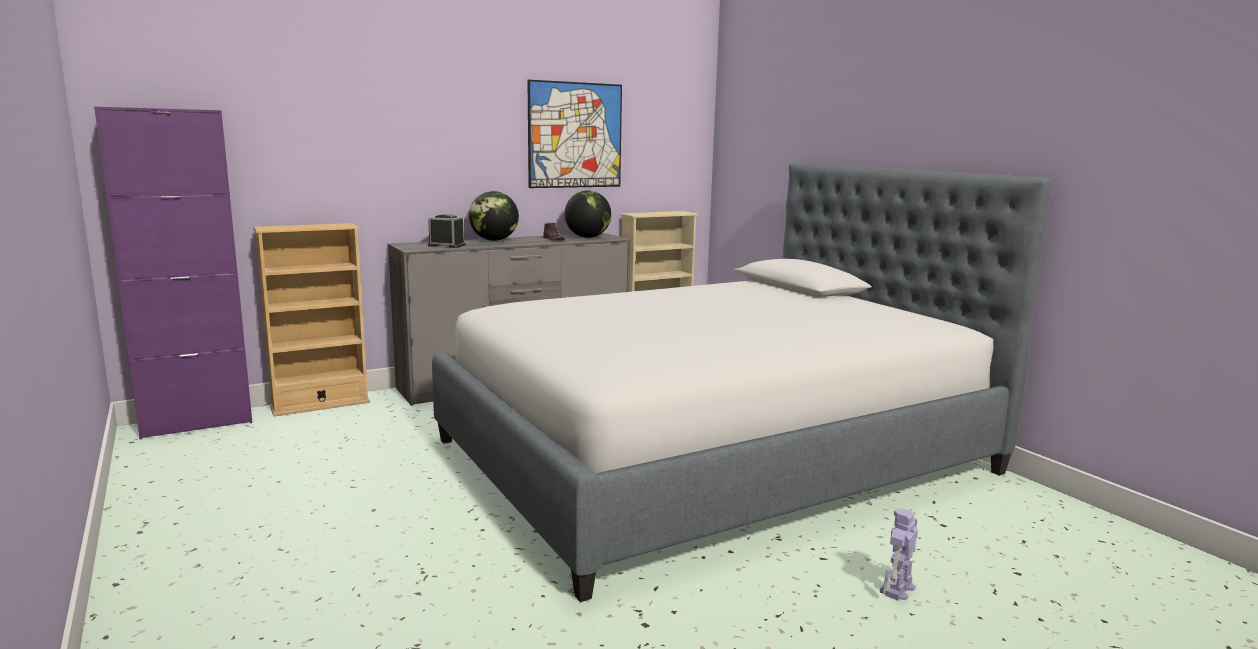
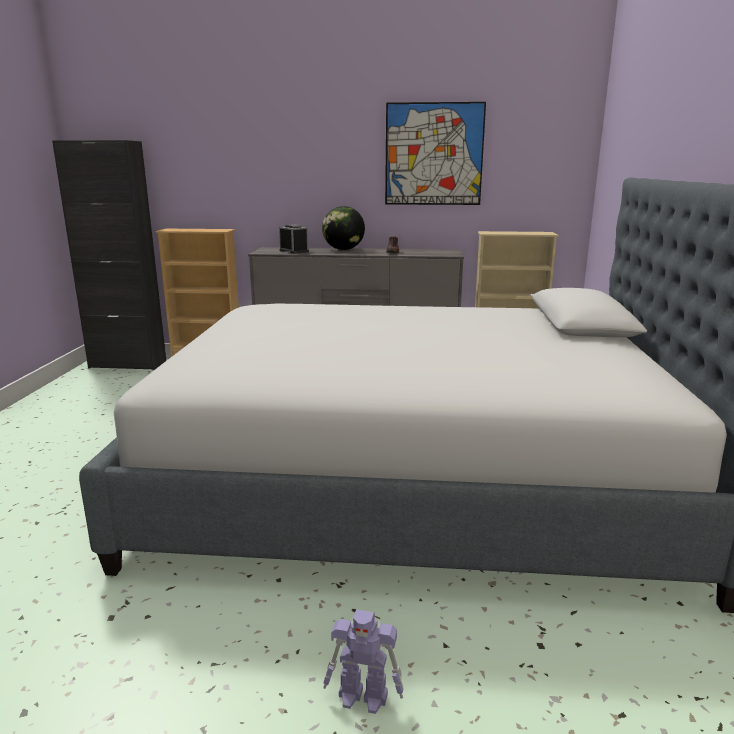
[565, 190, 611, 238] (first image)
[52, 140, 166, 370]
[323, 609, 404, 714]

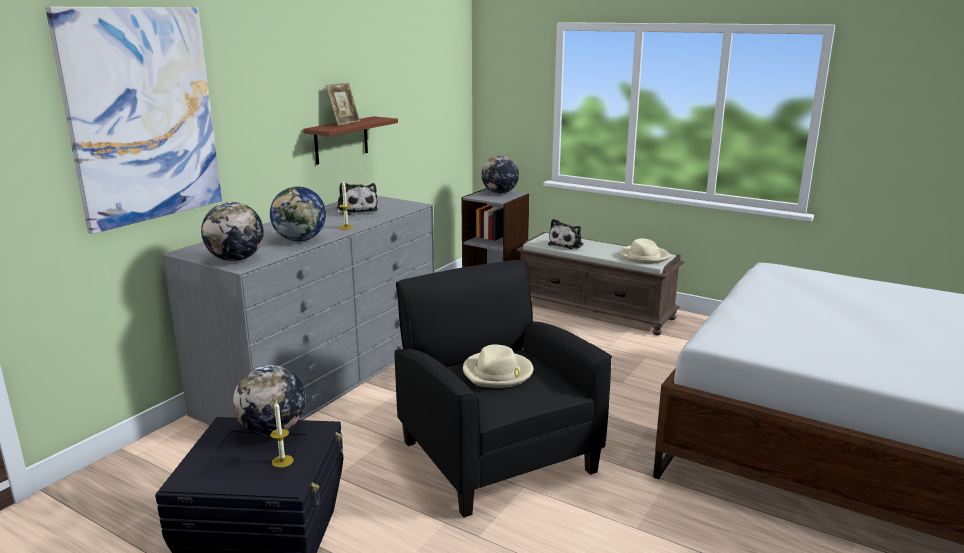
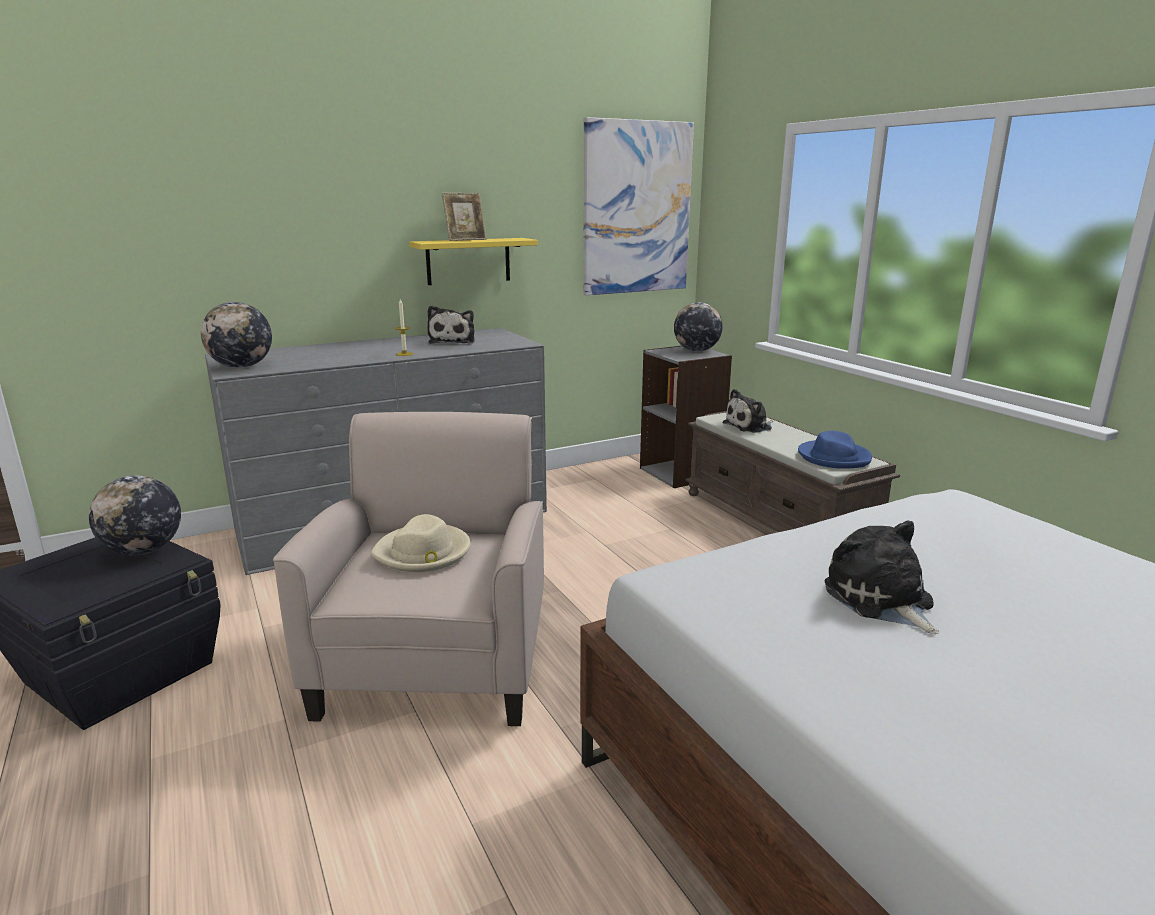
[270, 186, 326, 241] (first image)
[270, 402, 293, 468] (first image)
[825, 520, 939, 634]
[583, 117, 694, 295]
[409, 238, 538, 285]
[273, 412, 544, 726]
[798, 431, 872, 469]

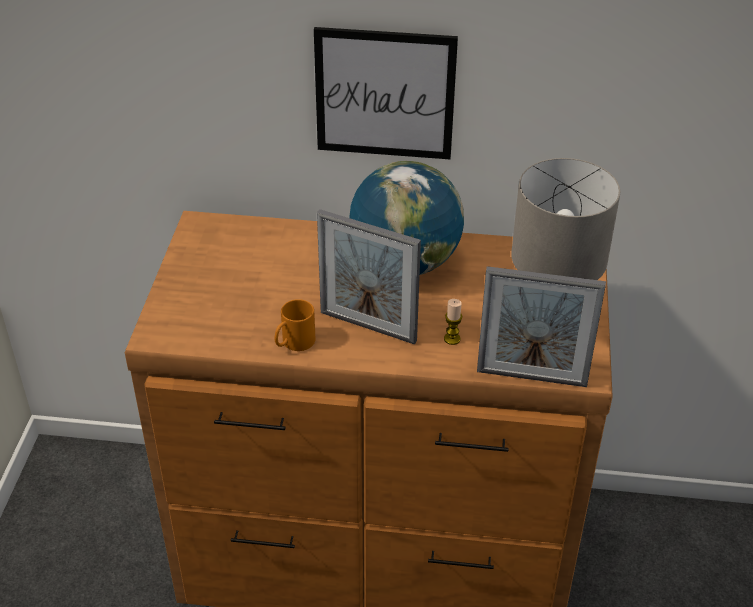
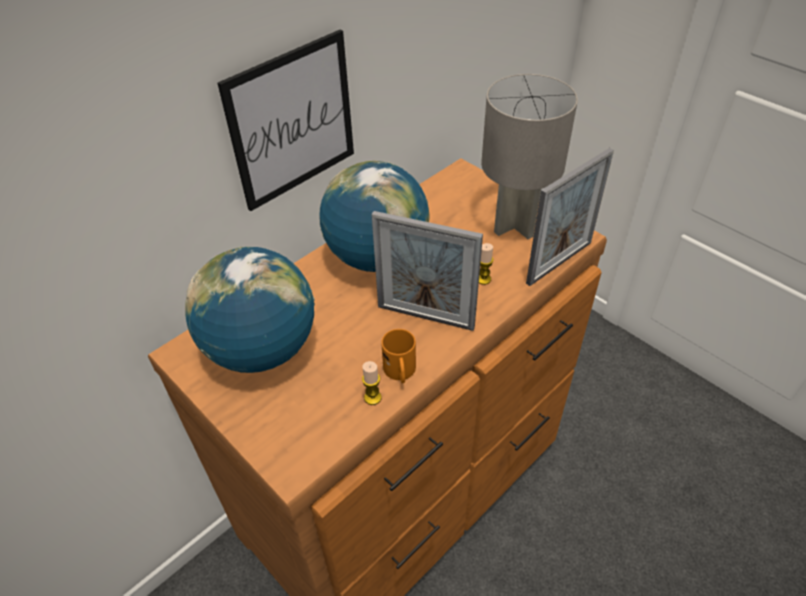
[185, 247, 315, 373]
[362, 361, 382, 405]
[371, 211, 483, 331]

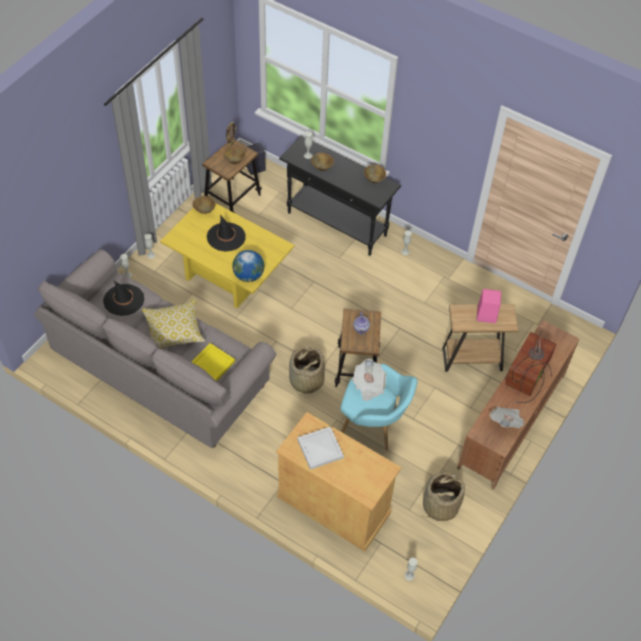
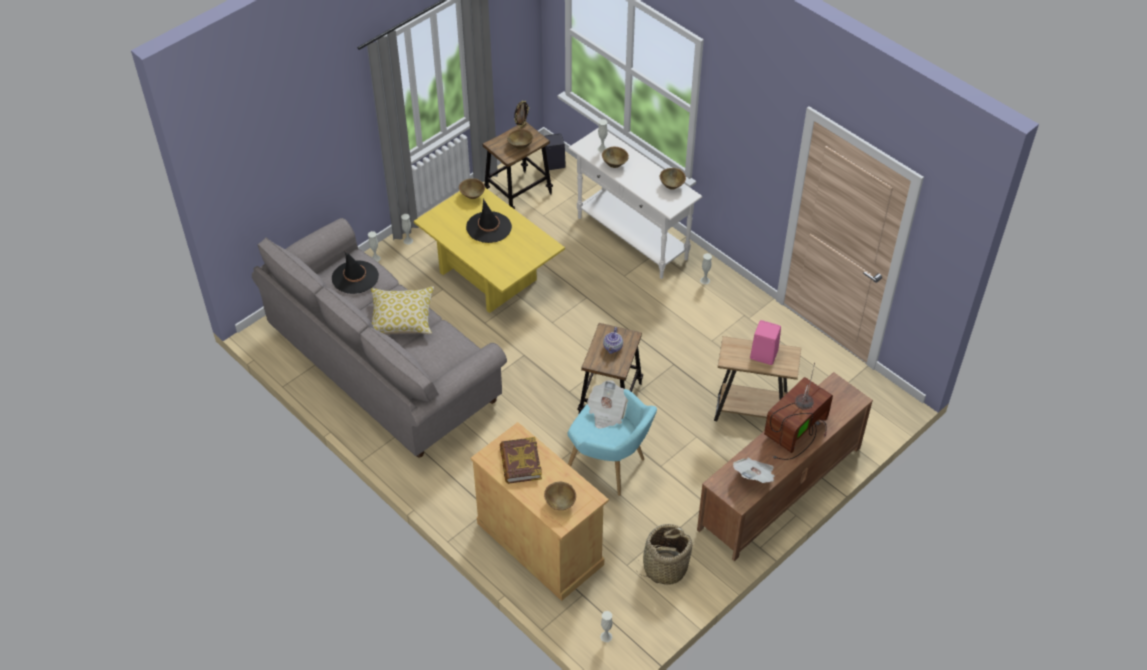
[192, 343, 235, 381] (first image)
[232, 250, 264, 282] (first image)
[289, 346, 325, 396] (first image)
[544, 482, 576, 510]
[500, 437, 542, 484]
[568, 128, 703, 279]

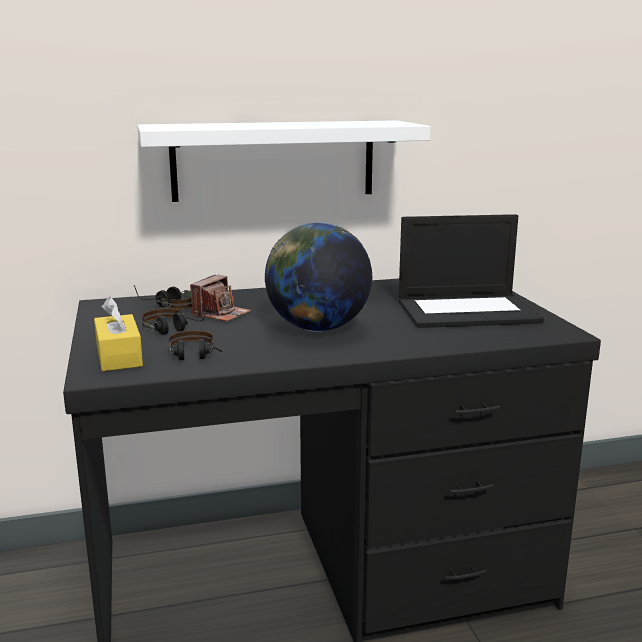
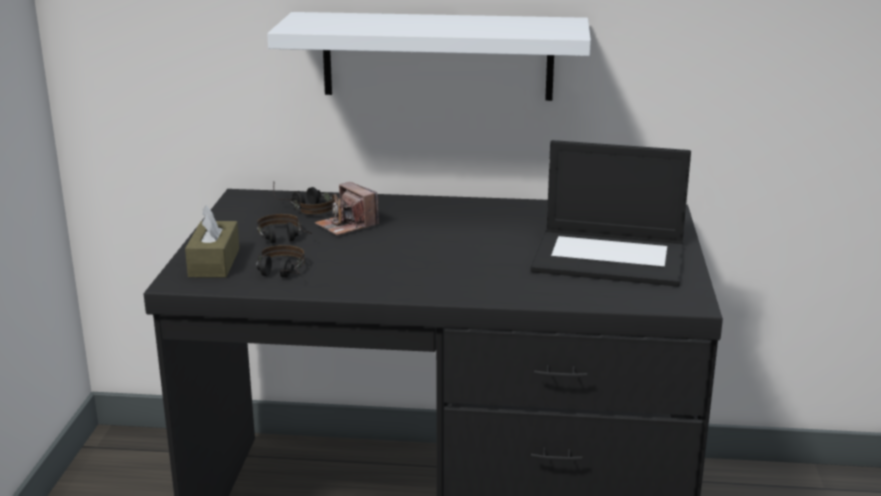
[265, 222, 372, 332] (first image)
[185, 205, 240, 278]
[315, 182, 379, 236]

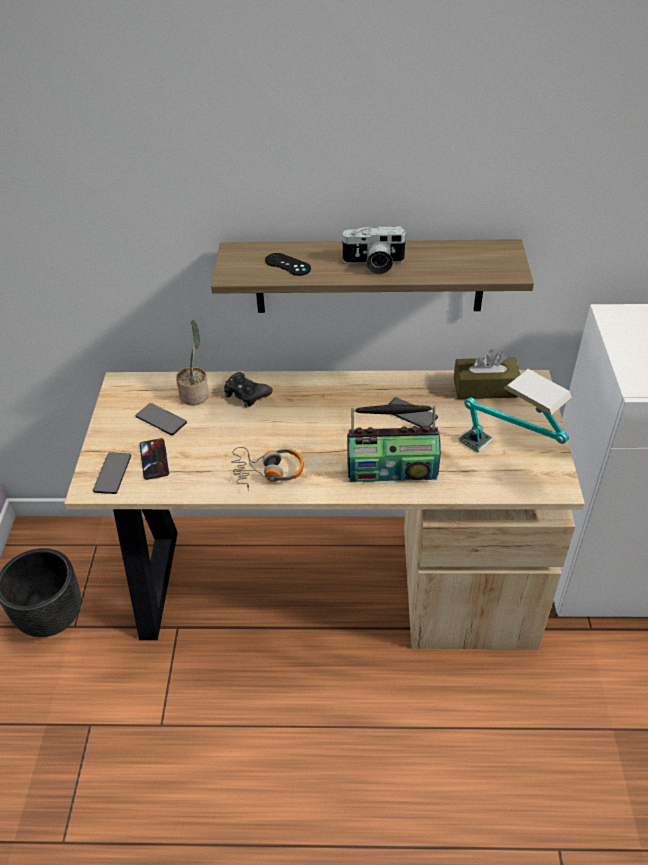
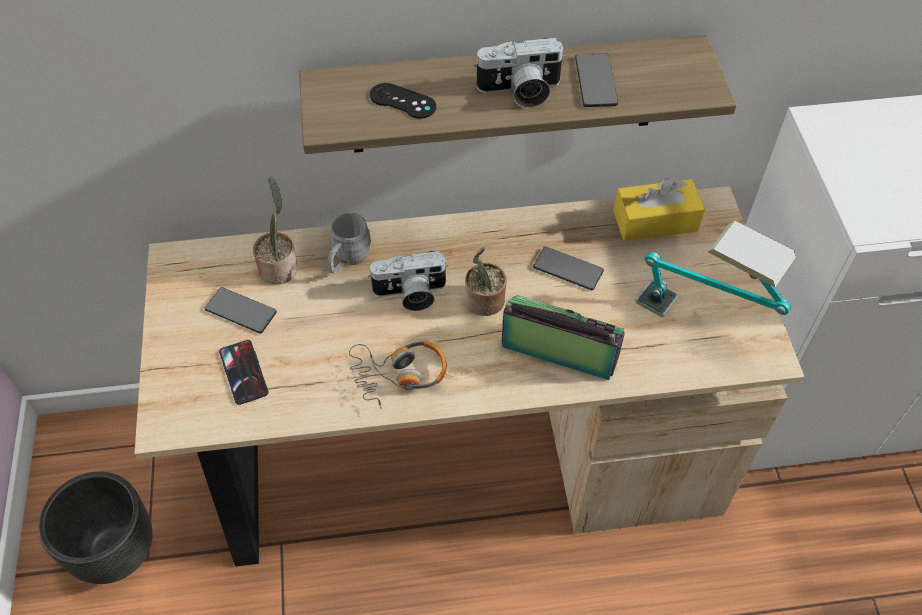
[368, 251, 448, 311]
[465, 247, 507, 316]
[575, 53, 618, 107]
[328, 213, 371, 274]
[613, 178, 705, 241]
[502, 295, 625, 380]

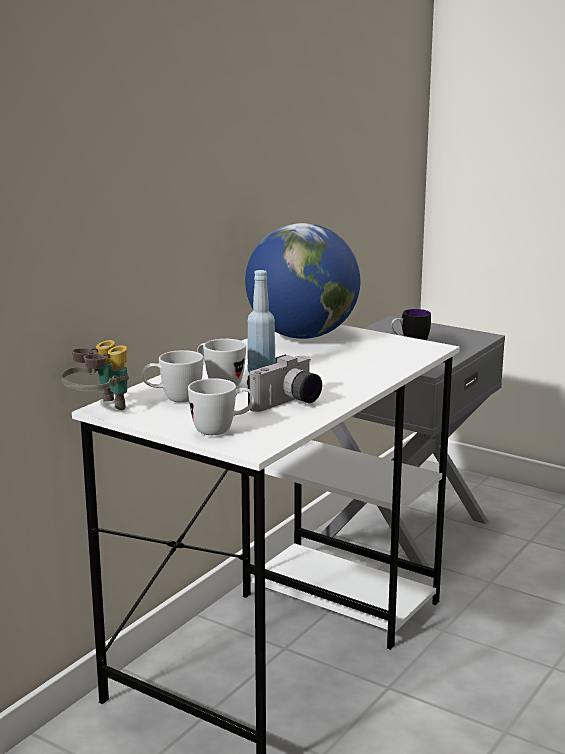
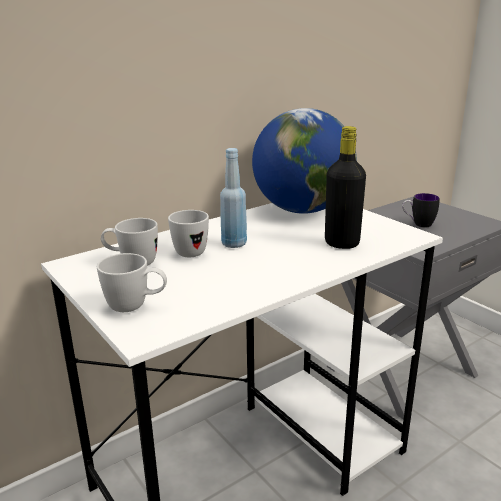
[61, 340, 129, 410] (first image)
[247, 355, 322, 412] (first image)
[325, 126, 366, 249]

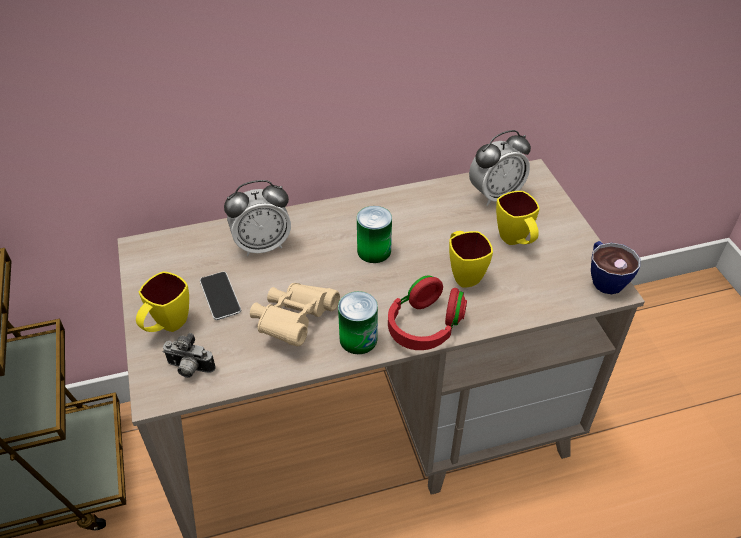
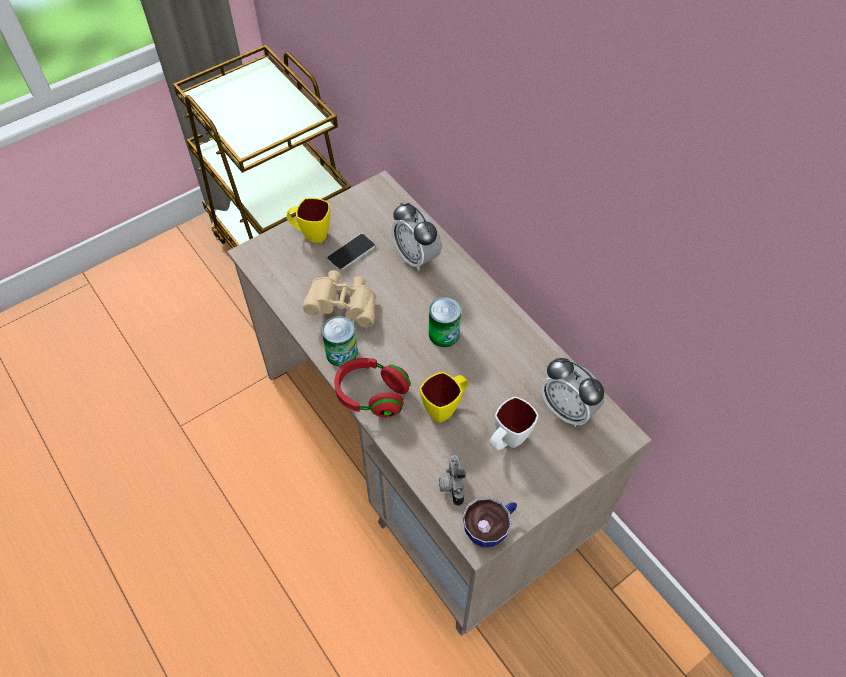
[439, 455, 466, 506]
[489, 397, 539, 450]

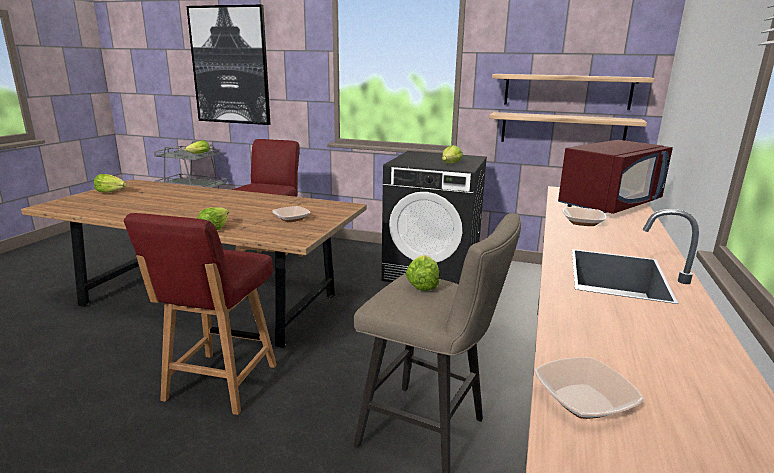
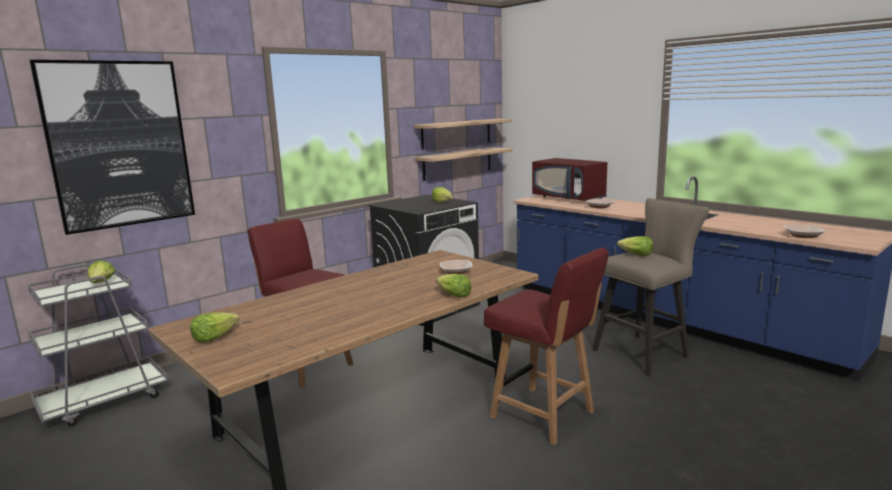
[532, 158, 607, 201]

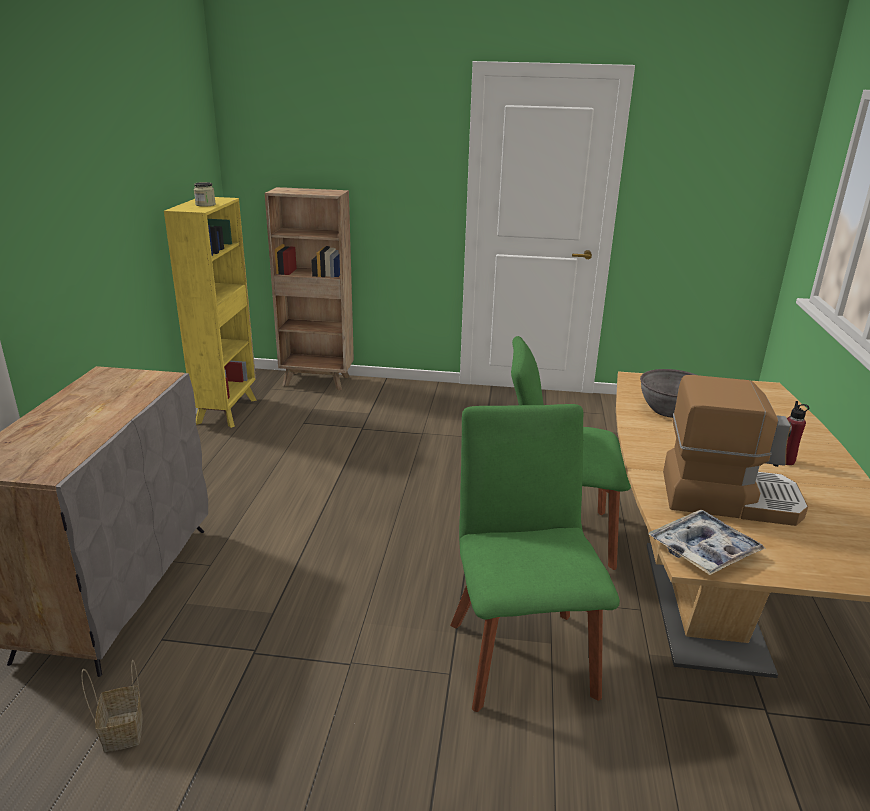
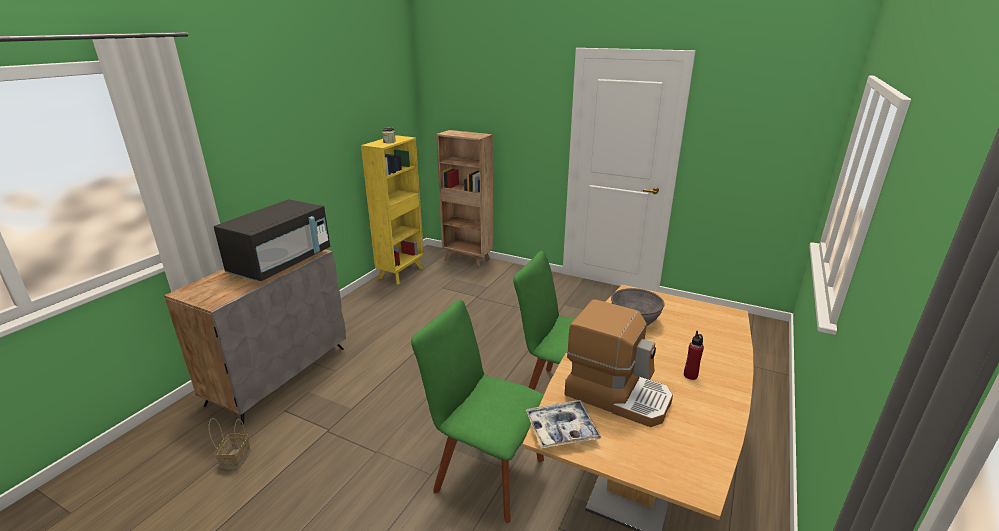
[214, 199, 330, 281]
[411, 299, 544, 523]

